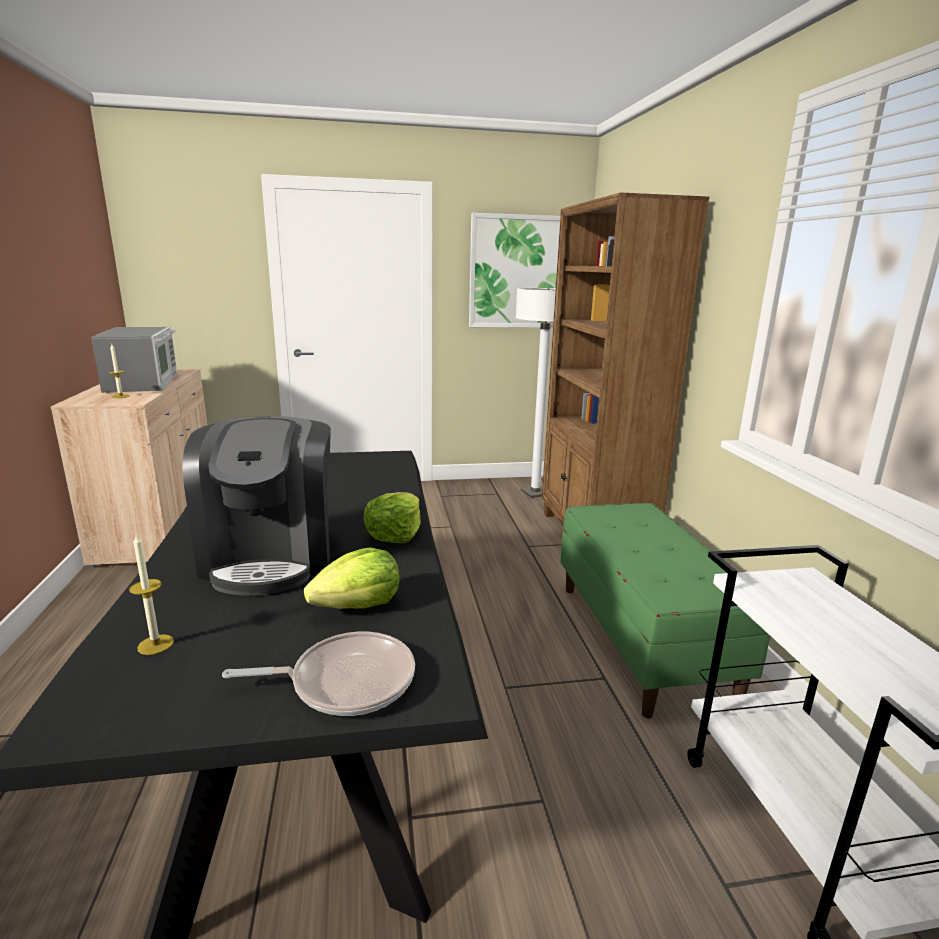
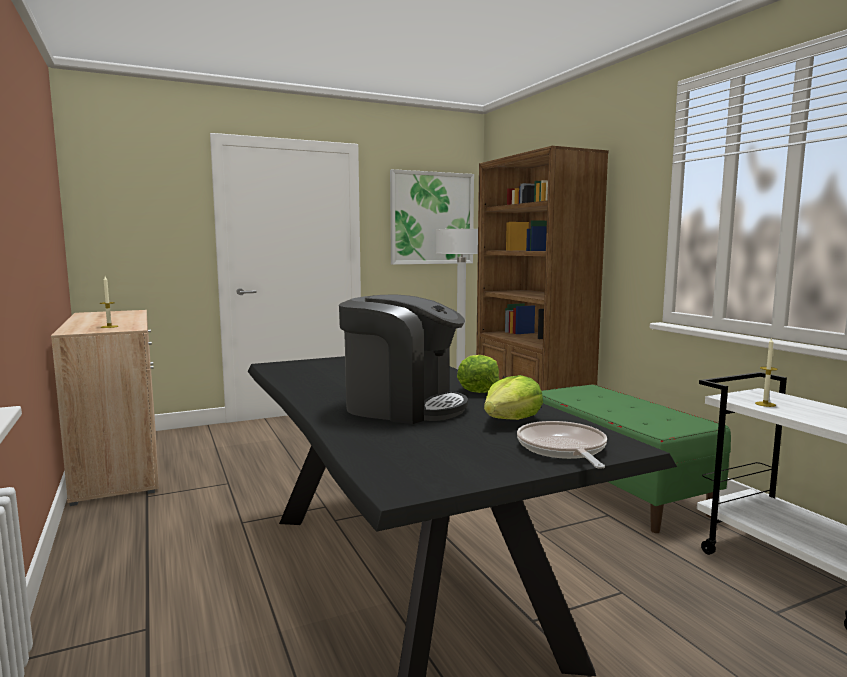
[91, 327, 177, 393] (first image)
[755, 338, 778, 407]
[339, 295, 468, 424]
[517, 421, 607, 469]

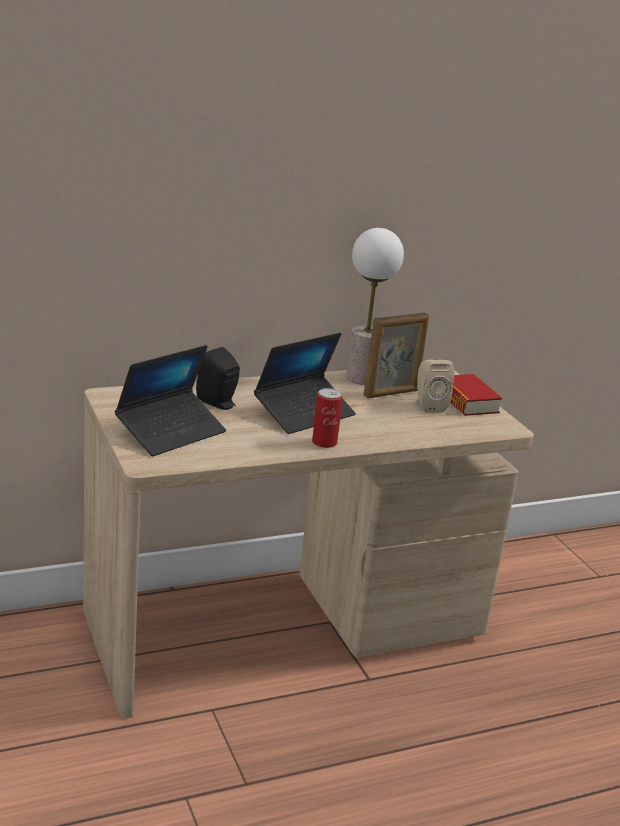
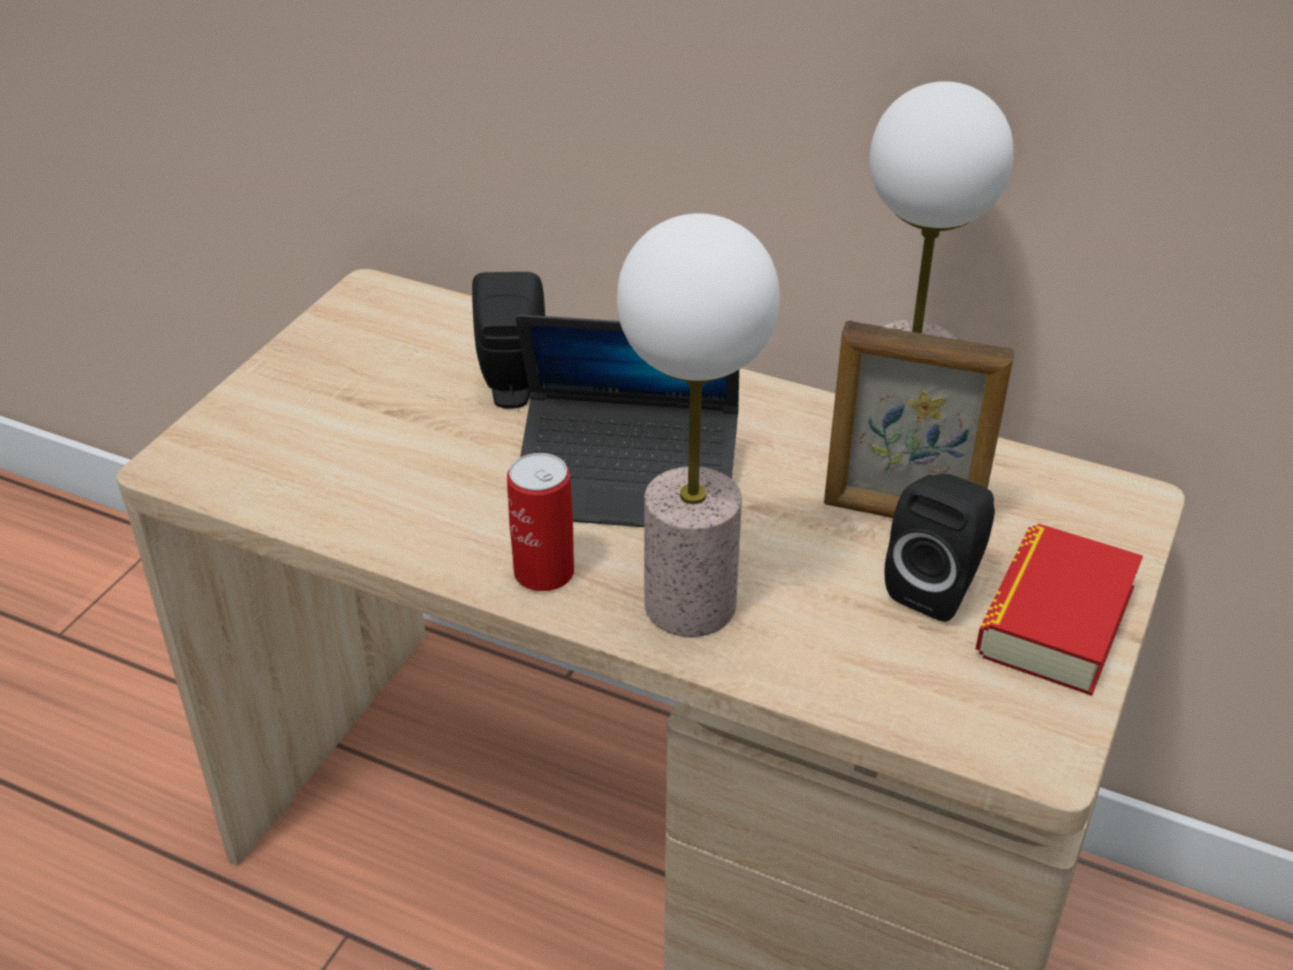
[115, 345, 226, 456] (first image)
[617, 213, 780, 637]
[884, 474, 995, 622]

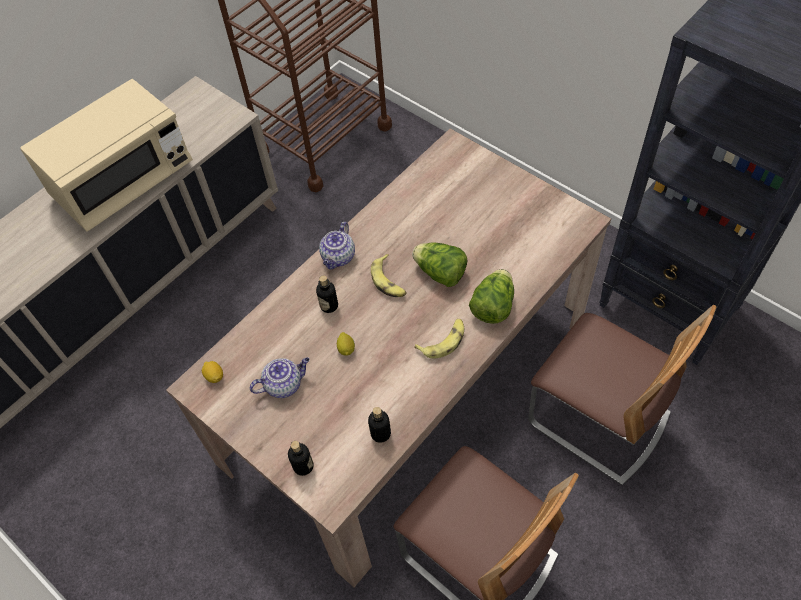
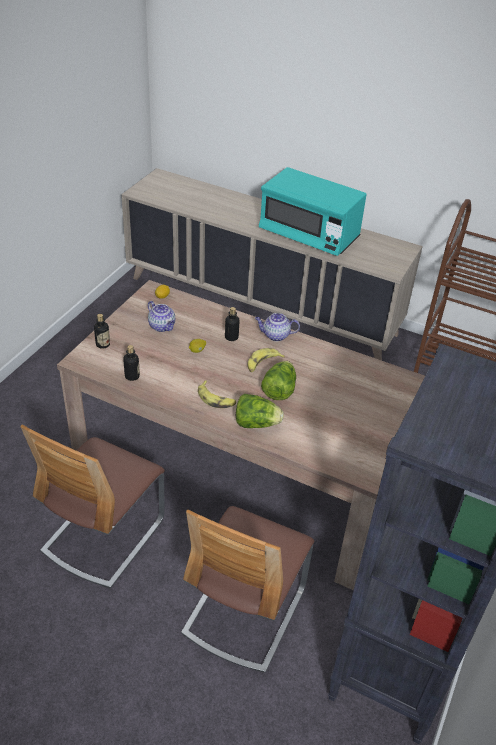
[259, 167, 367, 256]

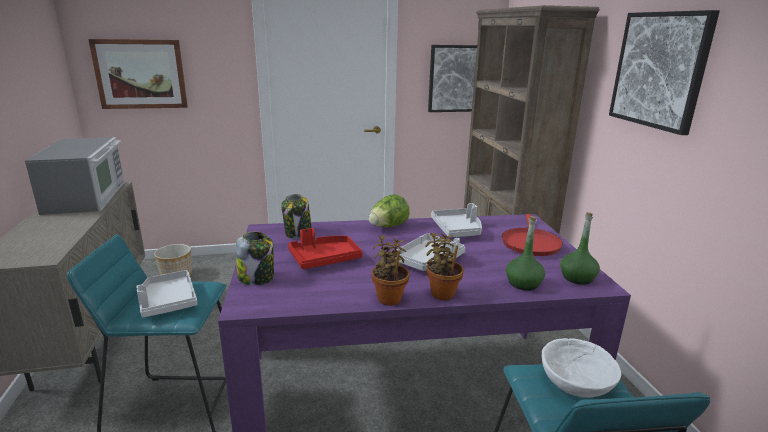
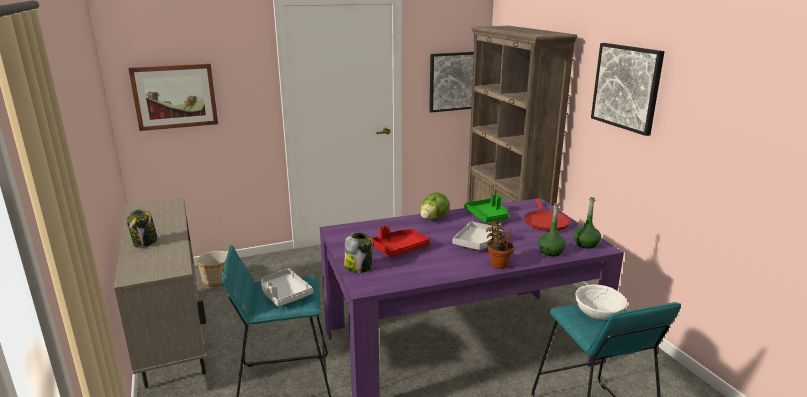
[25, 137, 125, 215] (first image)
[371, 235, 410, 306] (first image)
[127, 209, 158, 248]
[464, 194, 509, 223]

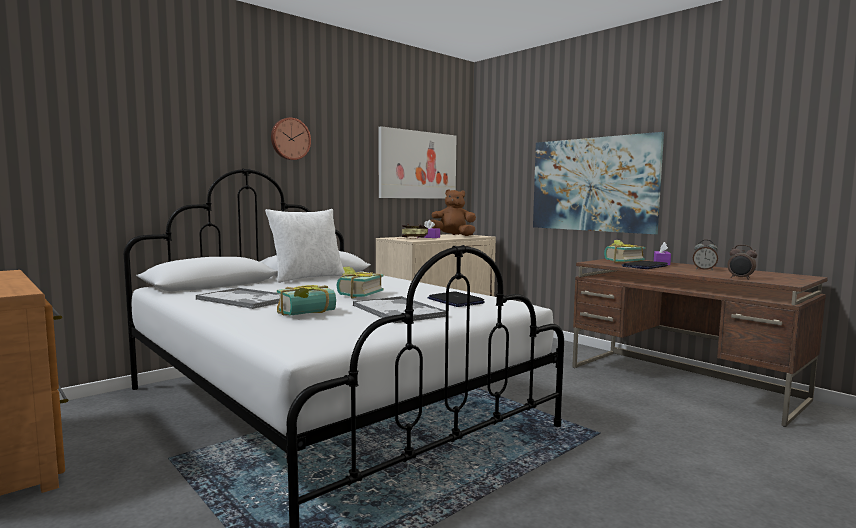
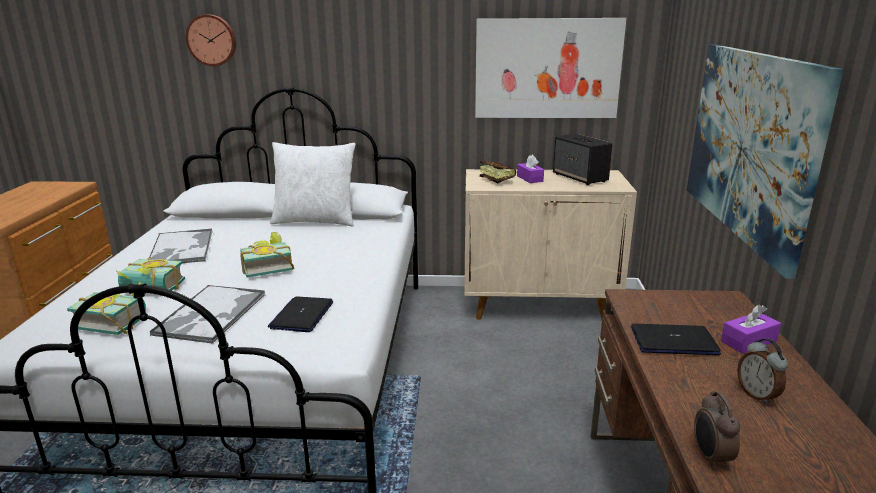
[186, 14, 236, 66]
[67, 281, 146, 335]
[553, 134, 613, 185]

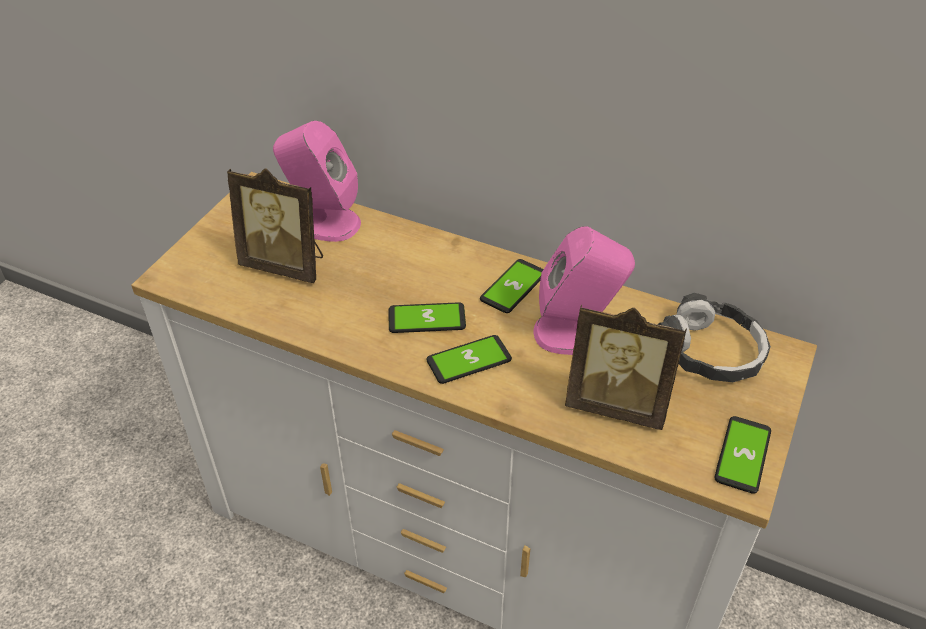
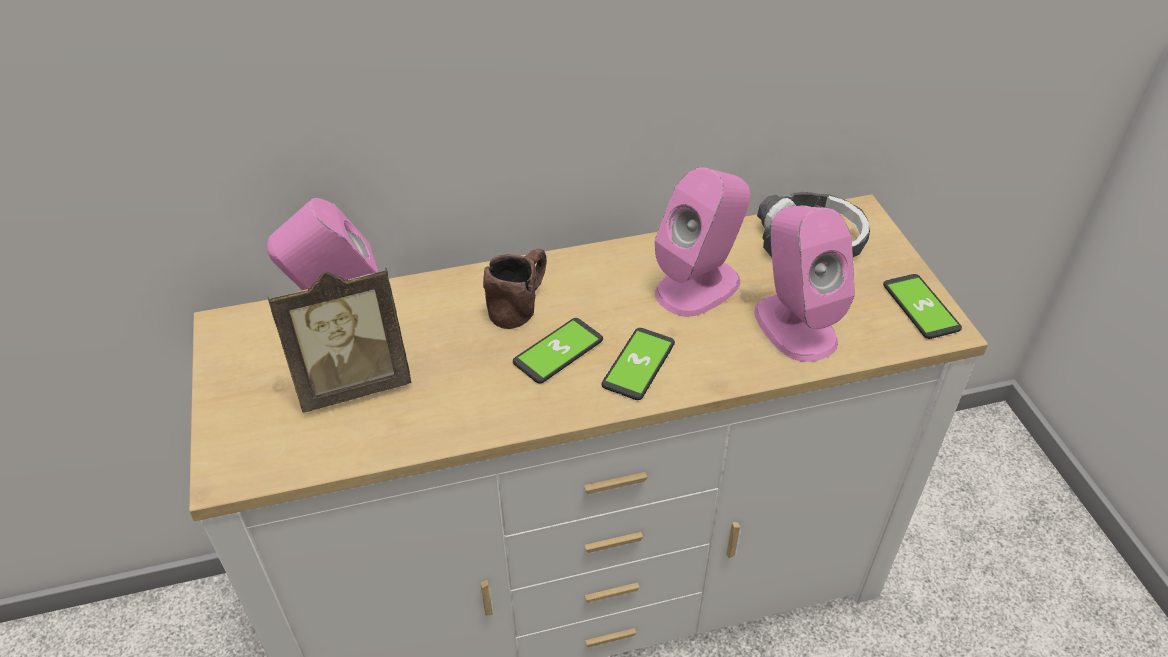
[480, 259, 544, 313] (first image)
[483, 249, 547, 329]
[754, 206, 855, 362]

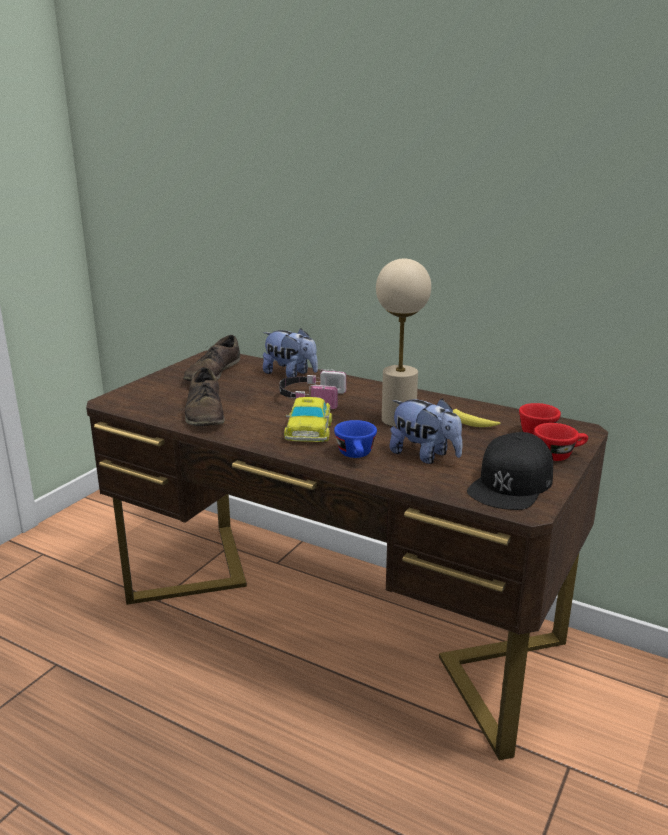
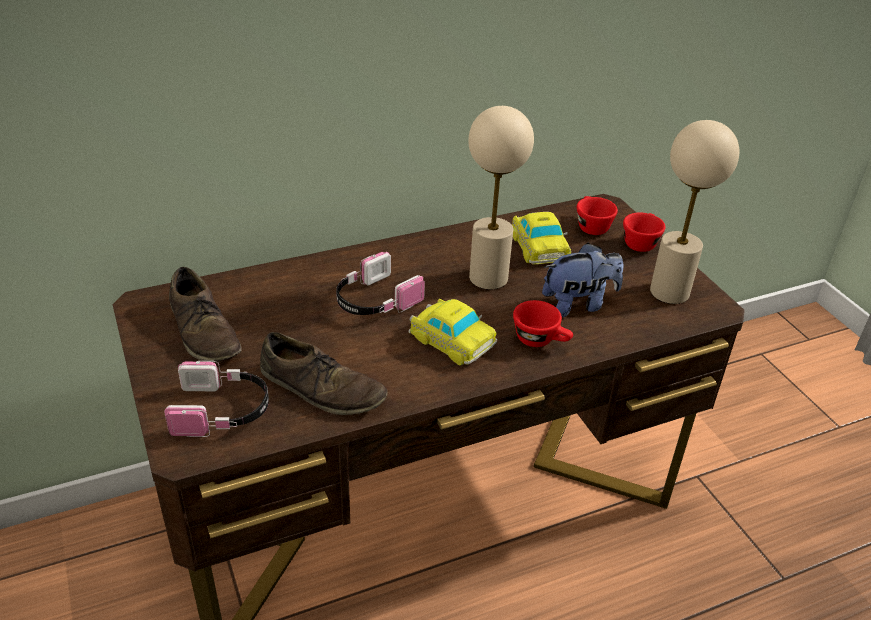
[263, 328, 318, 378] (first image)
[164, 361, 269, 437]
[512, 212, 571, 265]
[650, 120, 740, 304]
[513, 300, 573, 347]

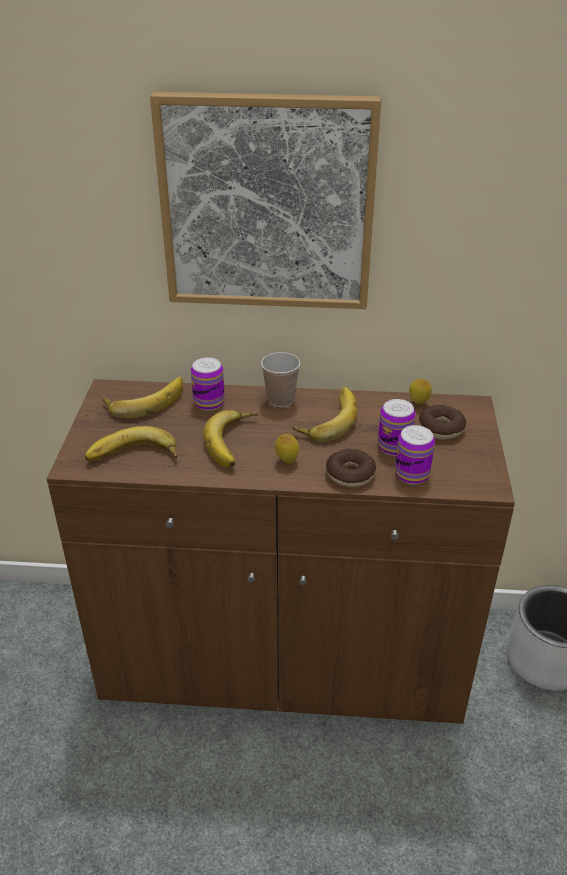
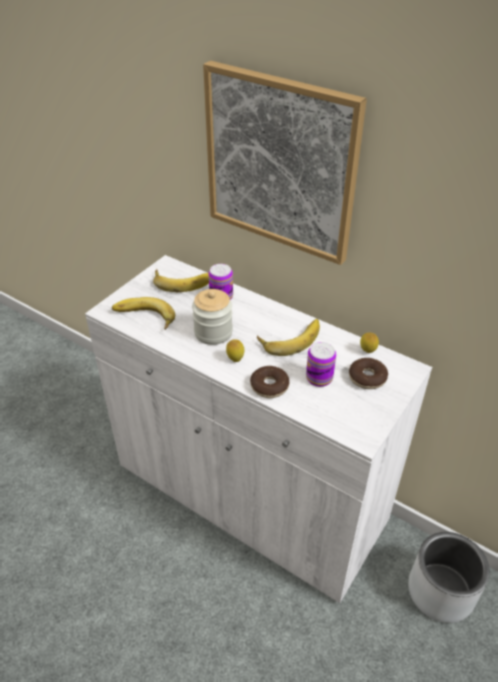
[261, 352, 300, 407] (first image)
[395, 425, 435, 484] (first image)
[192, 289, 233, 345]
[85, 255, 432, 603]

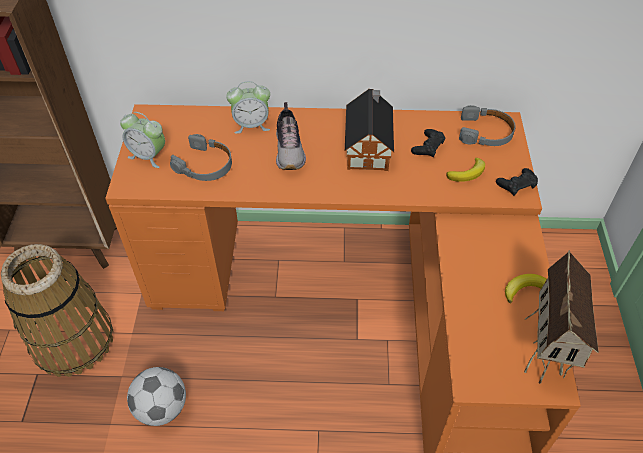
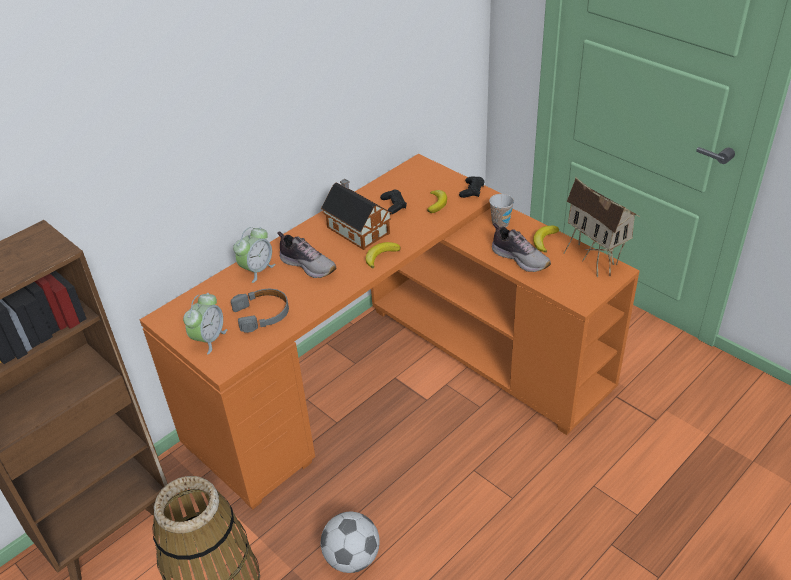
[459, 105, 515, 146] (first image)
[366, 242, 400, 268]
[489, 194, 514, 227]
[492, 223, 551, 272]
[183, 293, 227, 354]

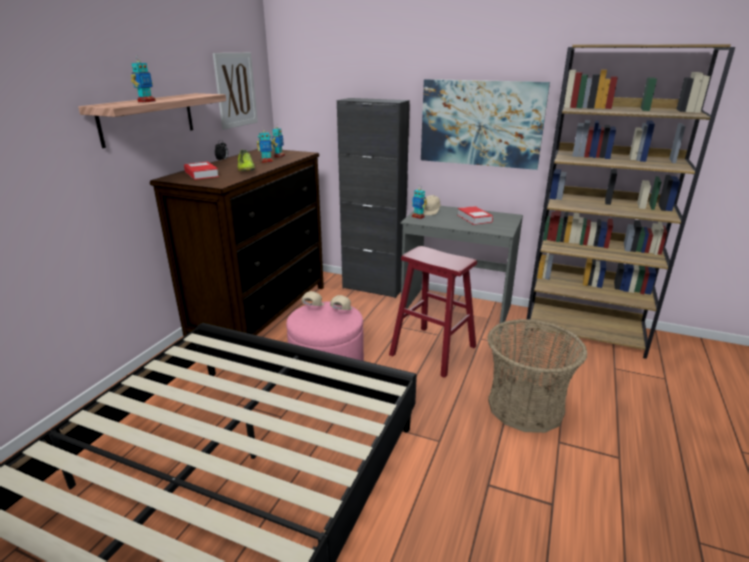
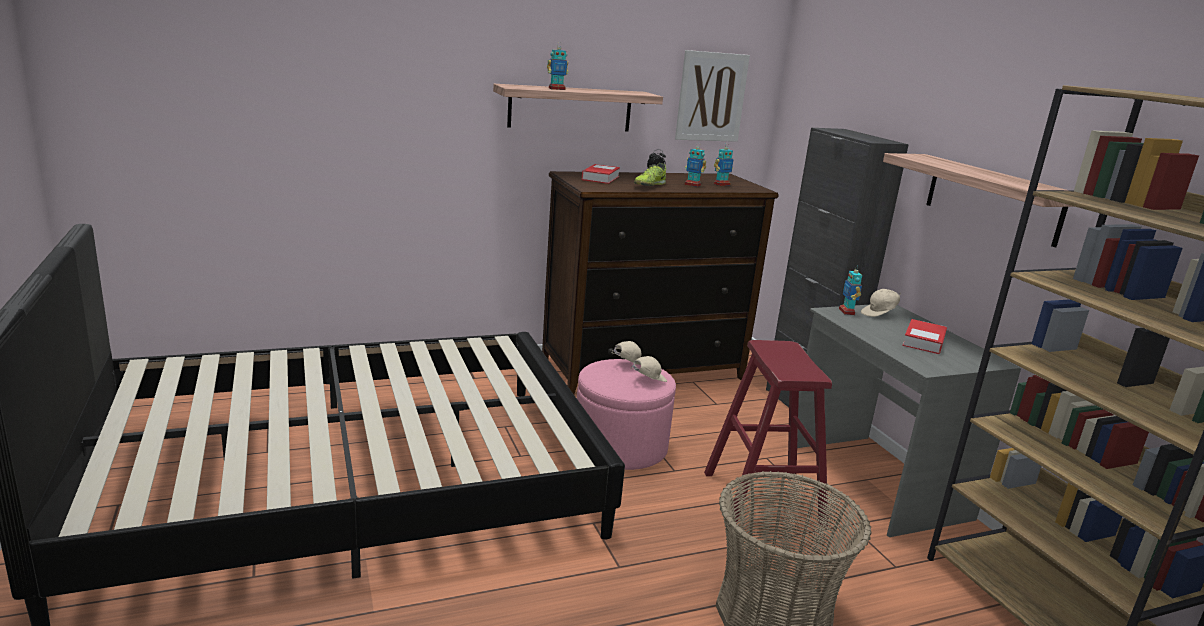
[883, 153, 1075, 247]

